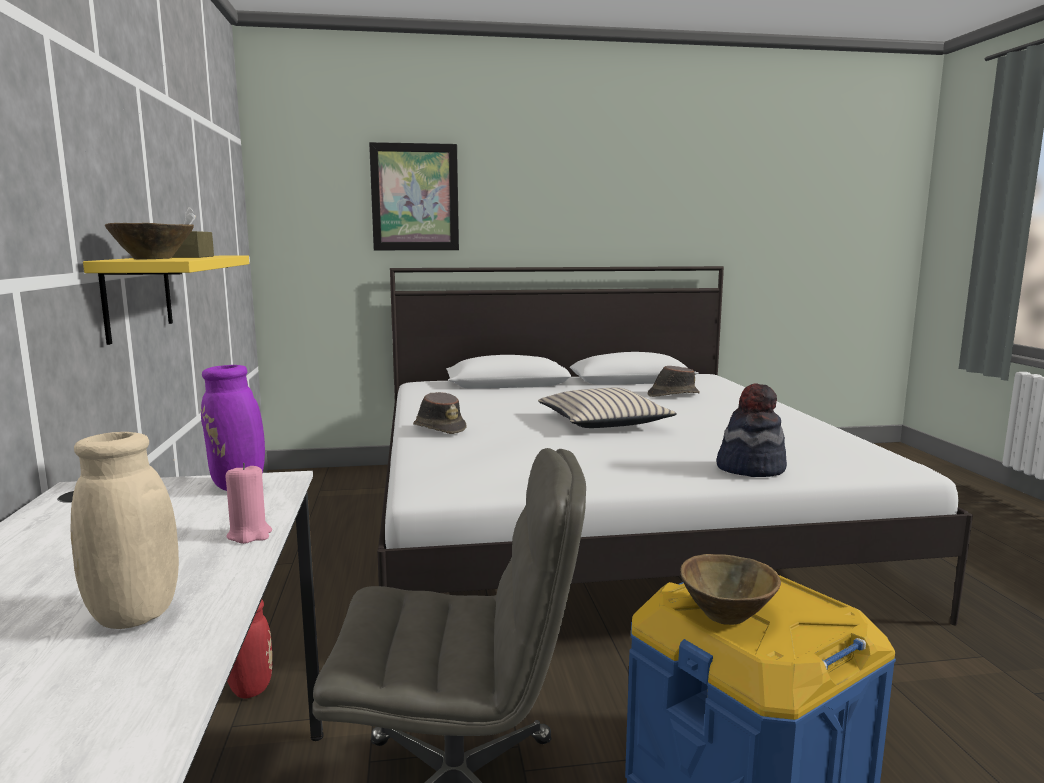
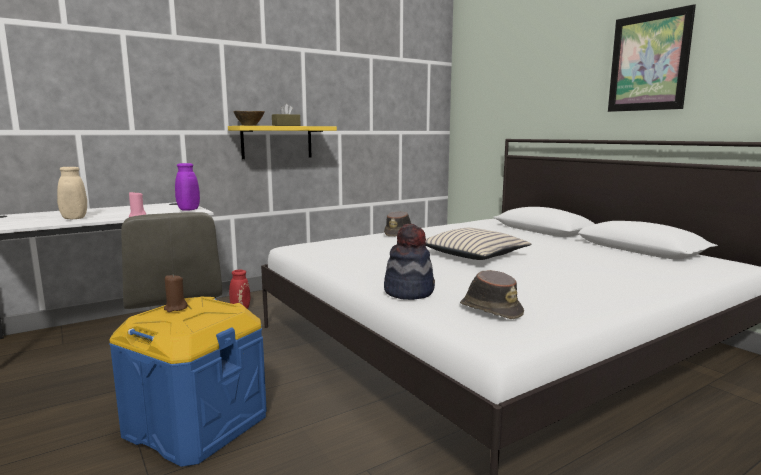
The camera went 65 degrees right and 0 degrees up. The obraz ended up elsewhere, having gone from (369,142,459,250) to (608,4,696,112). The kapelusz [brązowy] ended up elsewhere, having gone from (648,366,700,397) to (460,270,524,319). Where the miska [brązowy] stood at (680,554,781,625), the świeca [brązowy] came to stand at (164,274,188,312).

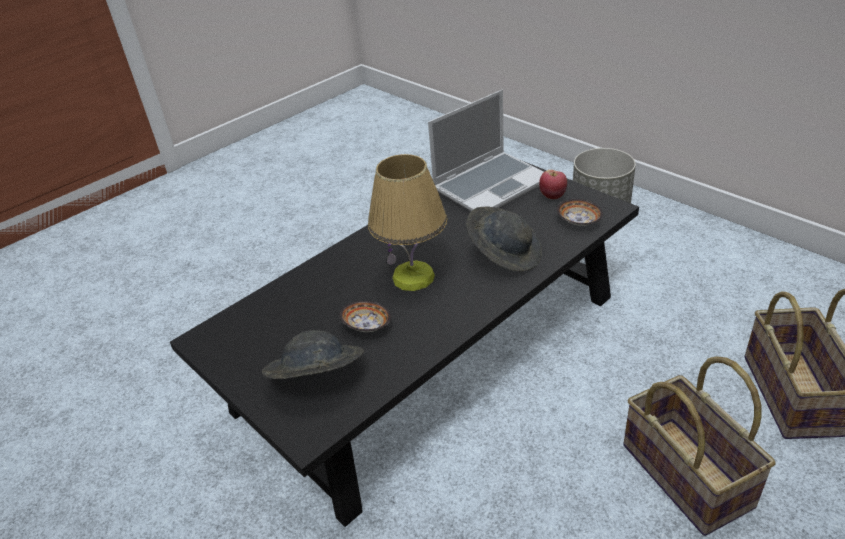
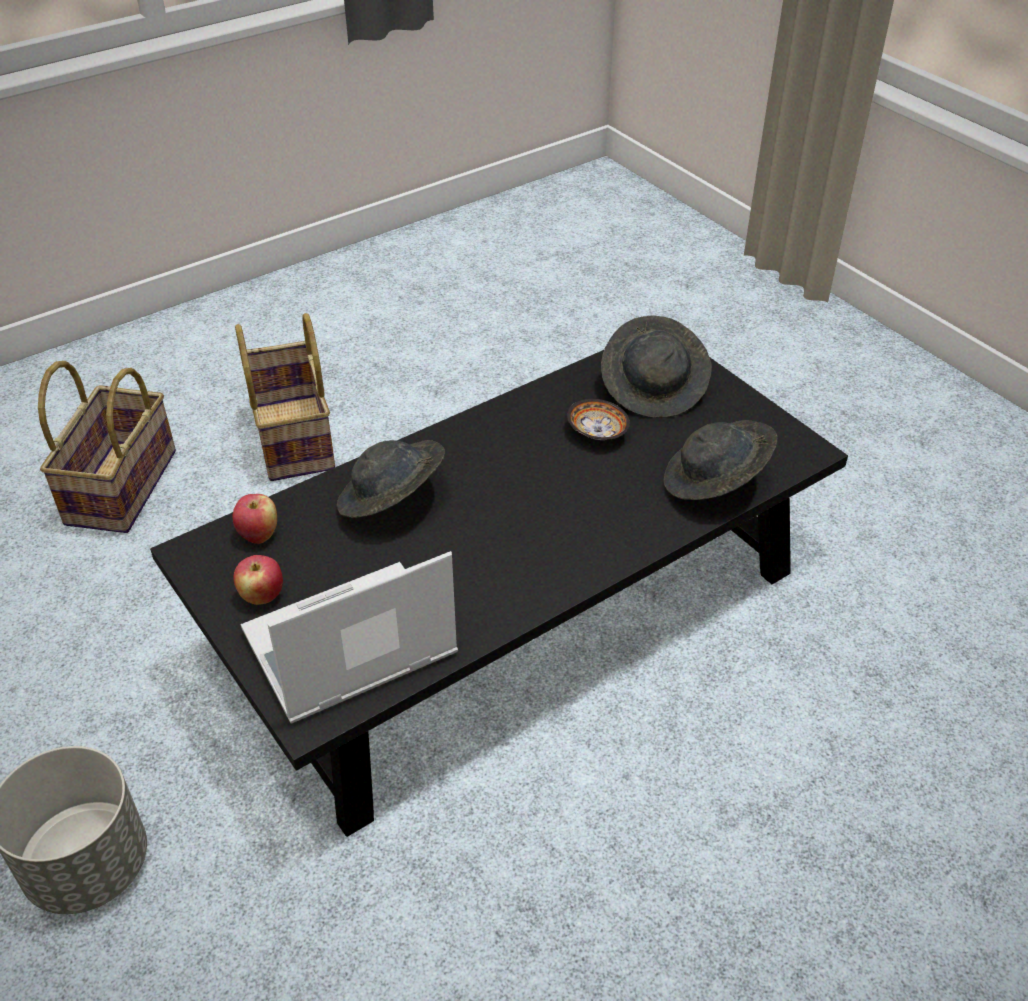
The camera went 175 degrees left and 5 degrees up. The second view lost the lampa stołowa at (368,154,447,291). Where the miska stood at (557,199,603,226), the jabłko came to stand at (232,494,277,544). The second view gained the kapelusz [szary] at (663,420,778,500).

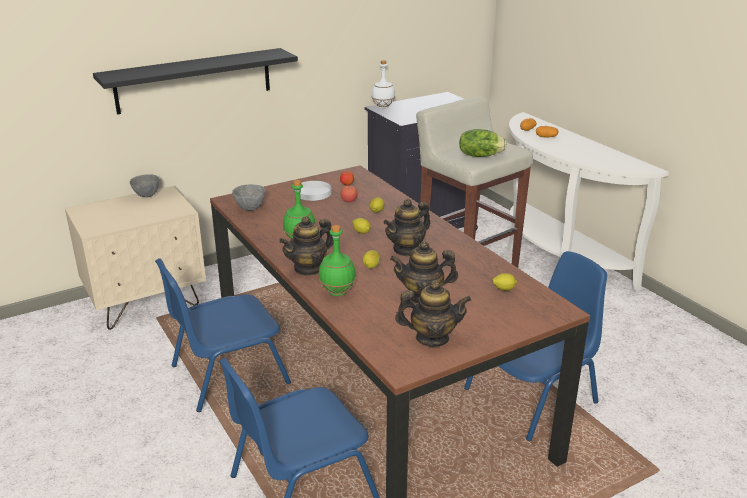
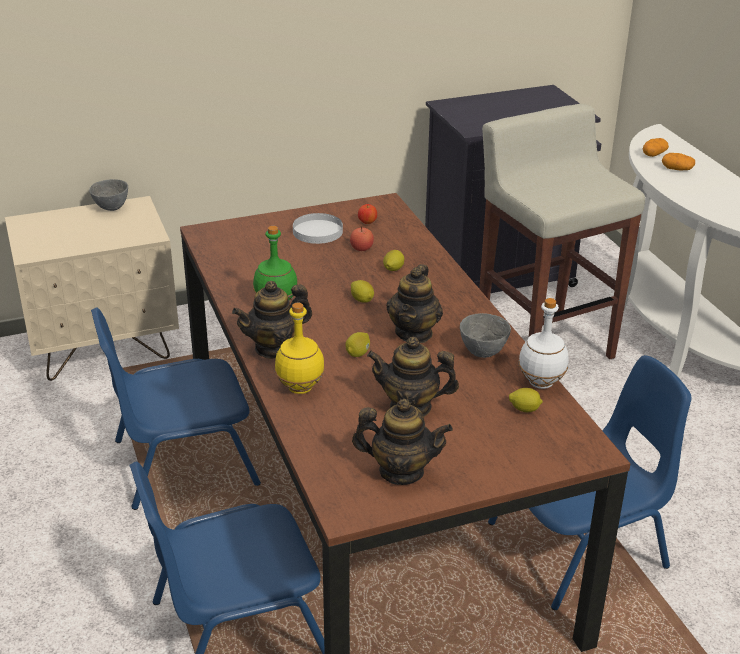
The camera went 10 degrees right and 5 degrees up. The second view lost the półka [czarny] at (93,48,298,114). The miska [szary] ended up elsewhere, having gone from (232,184,265,211) to (460,313,511,358). What was the butelka [zielony] at (318,225,356,296) turned into the butelka [żółty] at (275,303,325,394). The butelka [biały] ended up elsewhere, having gone from (371,60,395,109) to (518,298,569,389). The imbryk at (383,199,430,257) ended up facing another way, 45 degrees counterclockwise from before. The second view lost the sałata at (459,129,507,157).

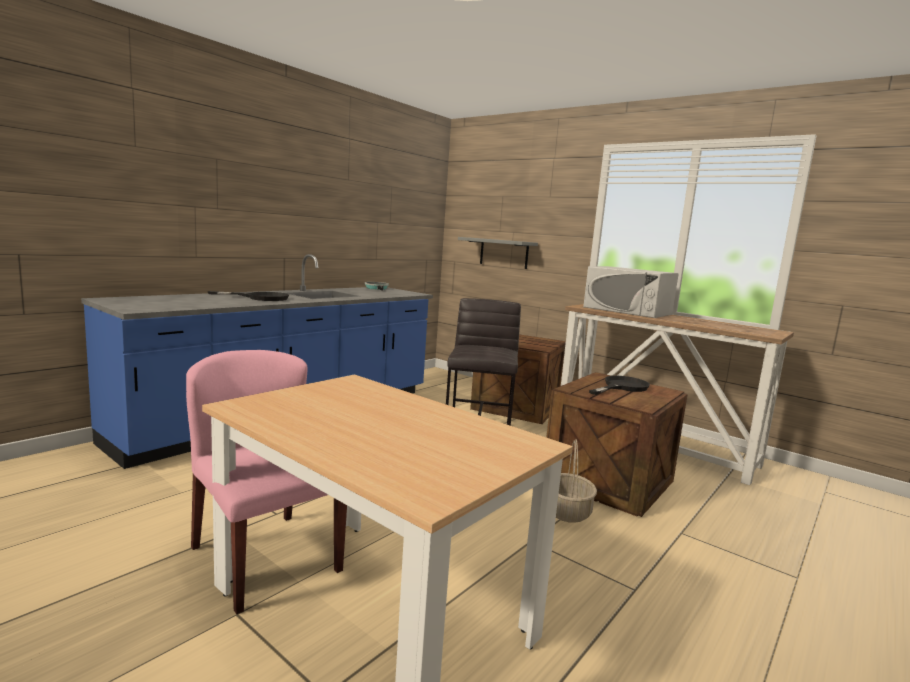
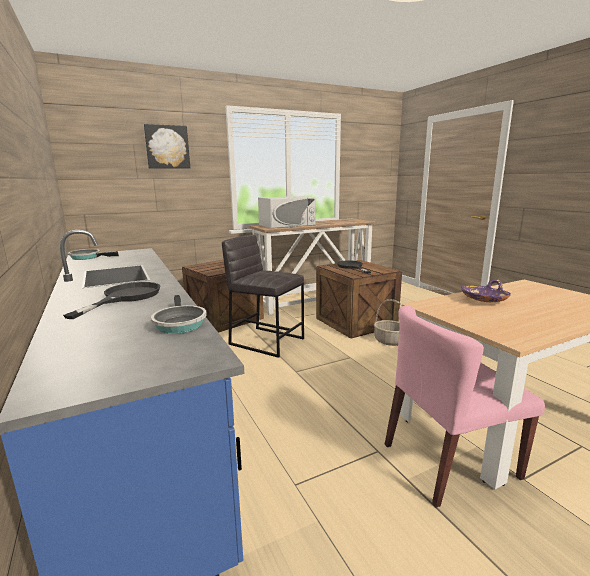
The camera went 65 degrees left and 5 degrees up. The second view lost the półka [szary] at (458,237,538,269). The second view gained the obraz at (144,124,190,168). The second view gained the patelnia at (151,295,206,334). The second view gained the miska [fioletowy] at (461,279,511,302).

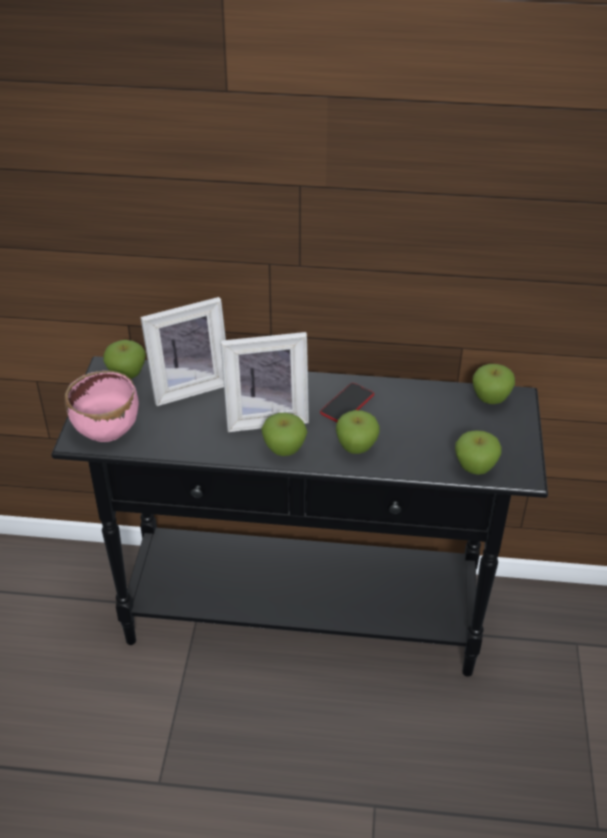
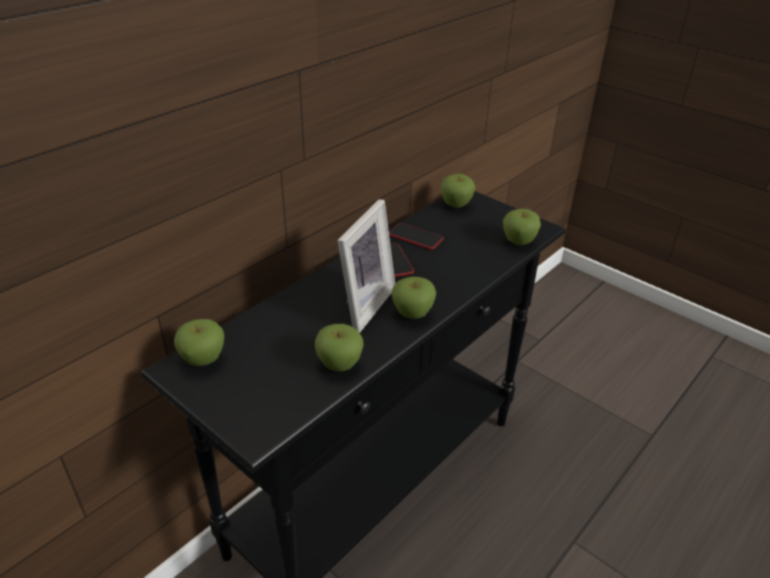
The camera went 55 degrees left and 5 degrees down. The second view lost the miska [różowy] at (65,370,139,442). The second view lost the ramka na zdjęcie at (140,297,226,406). The jabłko ended up elsewhere, having gone from (336,410,380,454) to (315,324,364,371). The second view gained the telefon at (389,223,444,250).

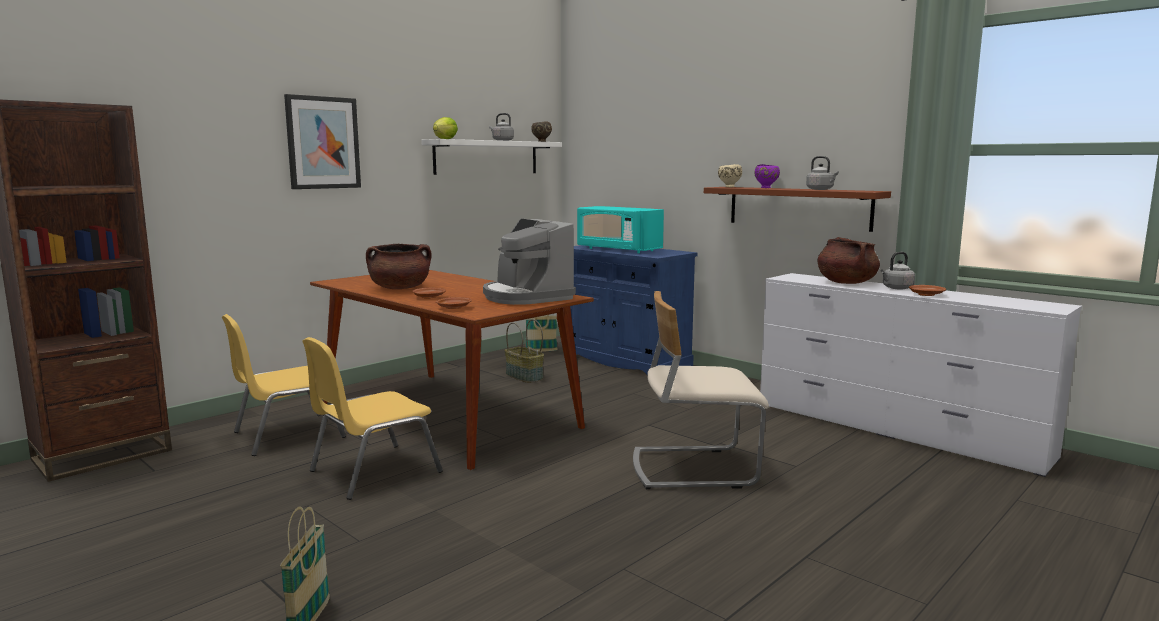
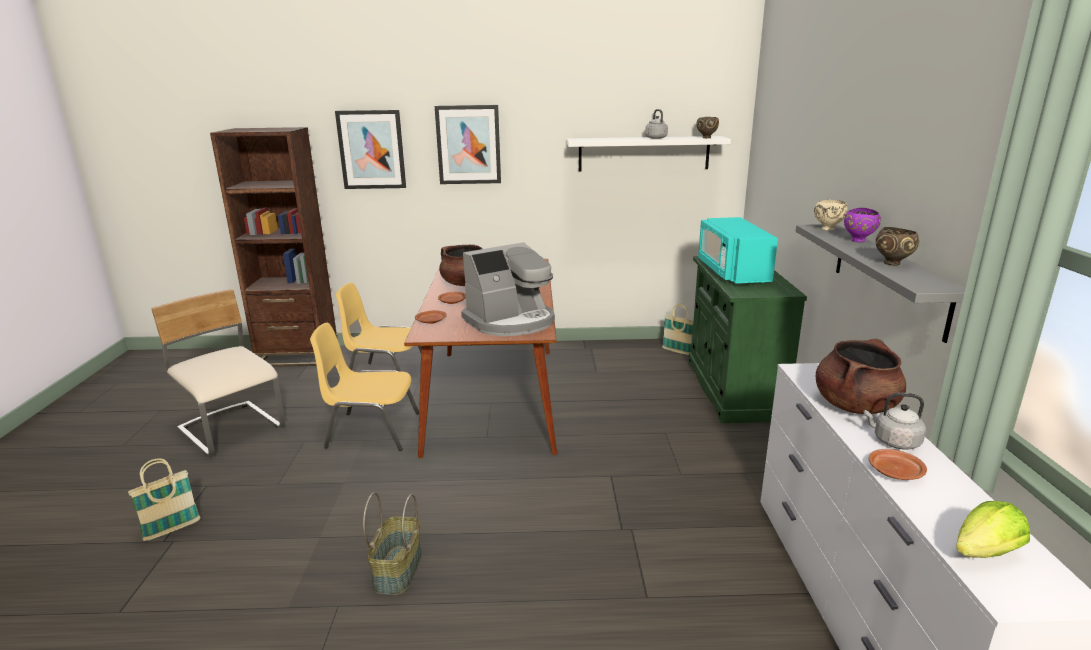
The camera went 45 degrees right and 10 degrees up. The sałata ended up elsewhere, having gone from (433,117,458,139) to (956,501,1030,558). The ekspres do kawy at (483,219,576,305) ended up facing another way, 135 degrees counterclockwise from before. The koszyk ended up elsewhere, having gone from (505,319,544,383) to (363,492,422,595). What was the szafka [niebieski] at (570,245,697,374) turned into the szafka [zielony] at (688,256,807,423). The krzesło [beżowy] ended up elsewhere, having gone from (633,291,769,489) to (151,289,285,456). What was the półka [brązowy] at (704,187,891,232) turned into the półka [szary] at (796,224,966,343). Where the czajnik [szary] stood at (806,156,839,190), the miska [brązowy] came to stand at (875,227,919,266). The second view gained the obraz at (335,110,406,189).

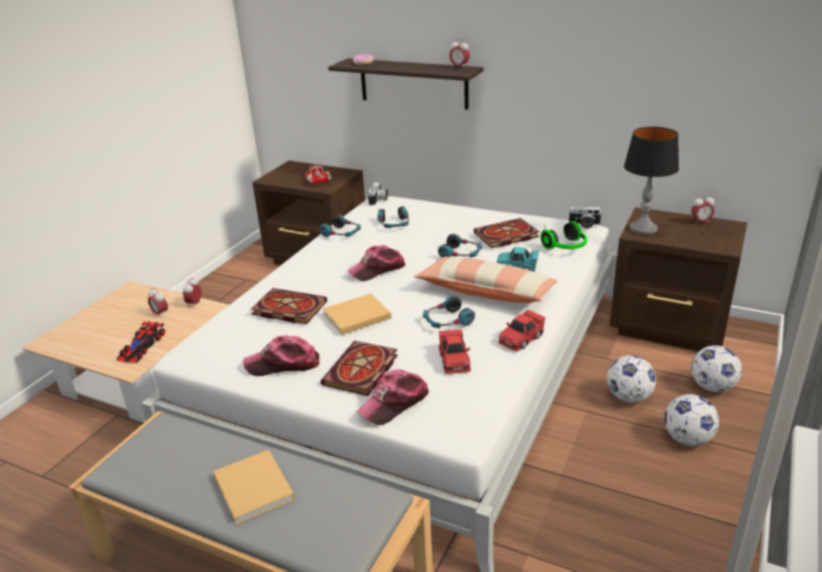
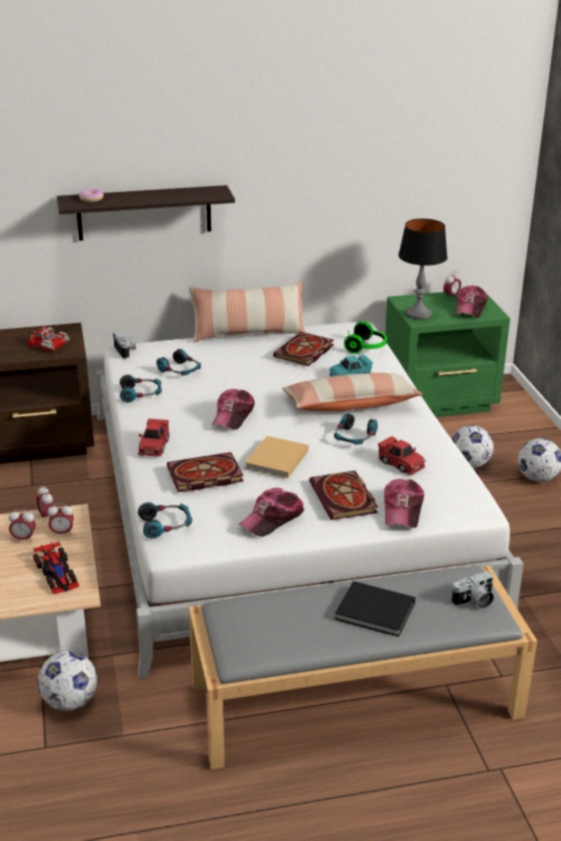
The camera went 40 degrees left and 0 degrees up. What was the książka [beżowy] at (213,450,295,524) turned into the książka [czarny] at (335,581,415,637). The słuchawki ended up elsewhere, having gone from (438,234,482,258) to (138,502,192,539). The budzik ended up elsewhere, having gone from (450,39,470,68) to (47,503,74,536). The samochodzik [czerwony] ended up elsewhere, having gone from (498,310,546,352) to (138,419,169,457). The aparat fotograficzny ended up elsewhere, having gone from (568,206,602,229) to (452,571,494,609). What was the szafka nocna [brązowy] at (610,207,747,351) turned into the szafka nocna [zielony] at (385,289,510,417). The piłka futbolowa ended up elsewhere, having gone from (691,345,742,392) to (37,651,97,711). The second view gained the poduszka at (189,281,306,343). The second view gained the czapka z daszkiem at (456,285,488,318).

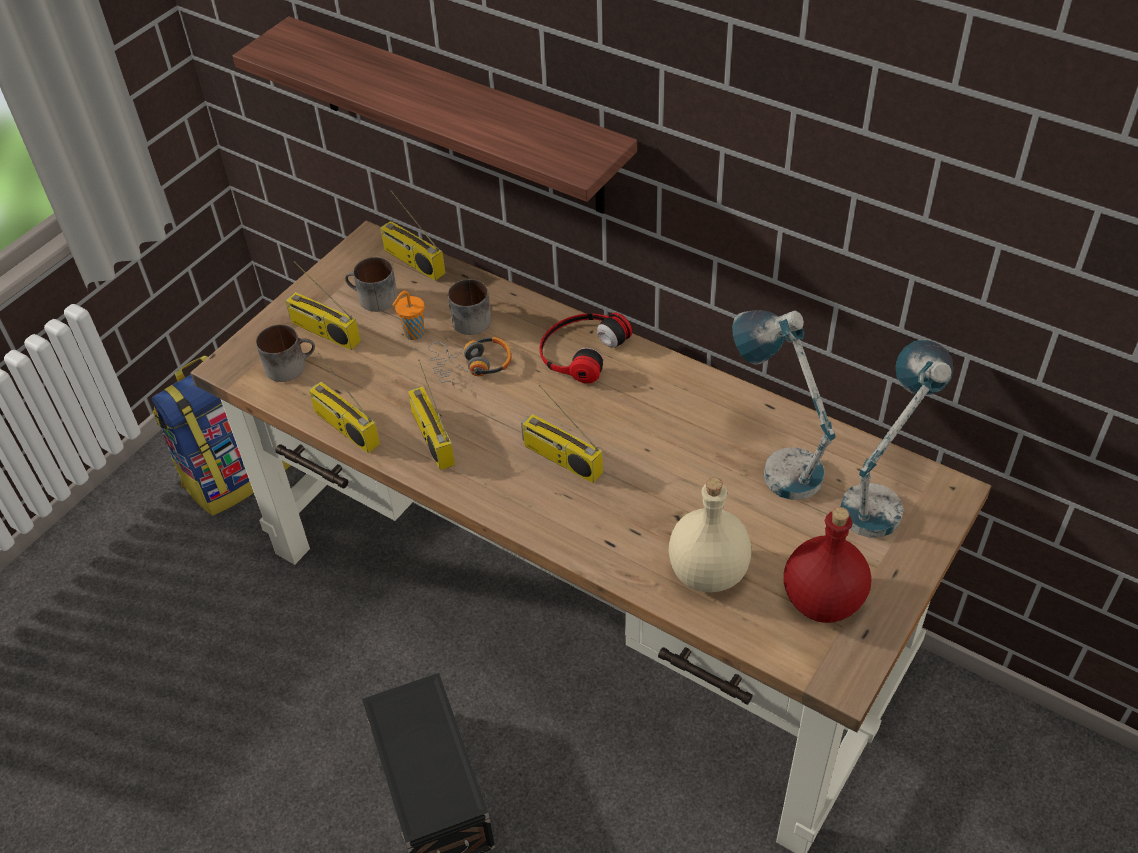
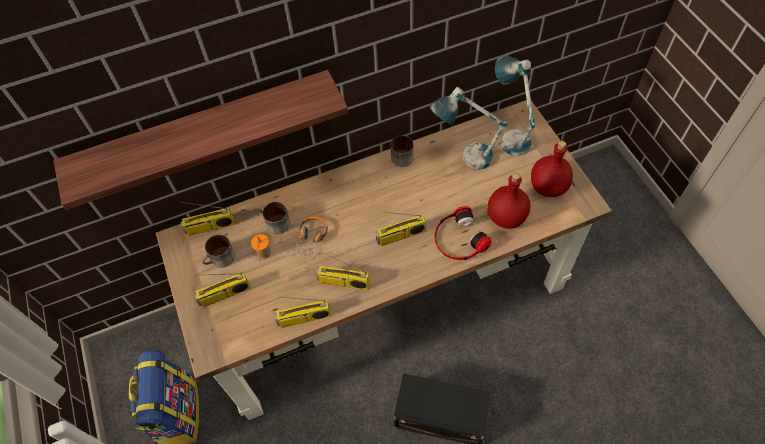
The camera went 55 degrees left and 10 degrees up. The kubek ended up elsewhere, having gone from (256,325,315,382) to (390,135,414,167). The słuchawki ended up elsewhere, having gone from (540,313,632,383) to (435,206,492,260). What was the butelka [beżowy] at (669,478,751,592) turned into the butelka [czerwony] at (487,173,530,229).

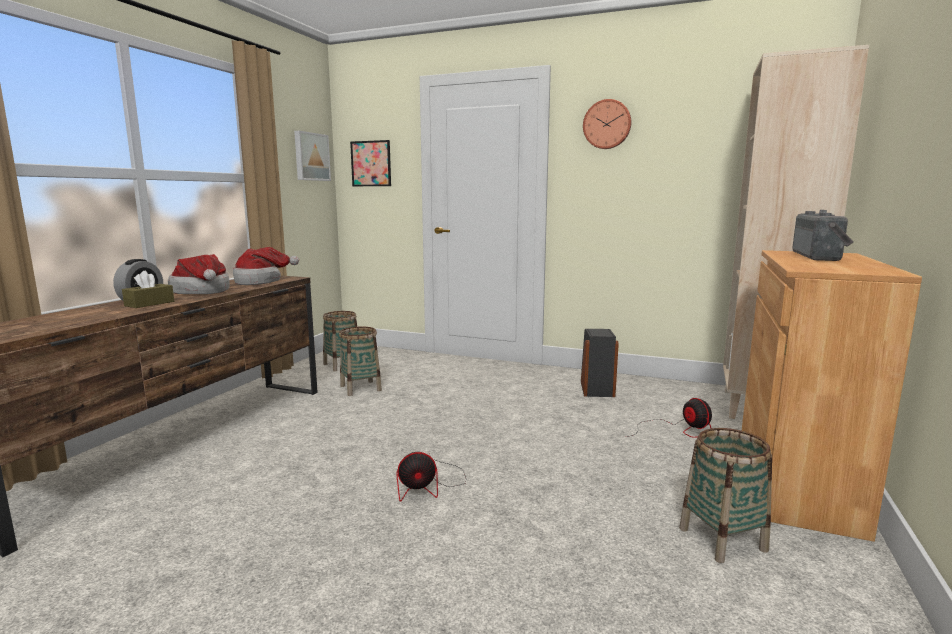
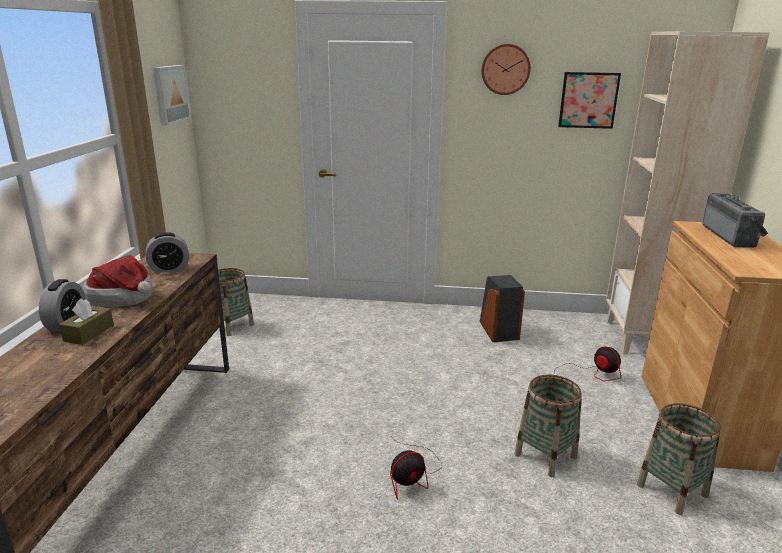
The camera went 15 degrees left and 10 degrees up. Where the kapelusz stood at (233,247,299,285), the budzik came to stand at (146,232,189,273). The koszyk ended up elsewhere, having gone from (339,326,382,396) to (515,375,582,477). The obraz ended up elsewhere, having gone from (350,140,391,186) to (558,72,621,129).

